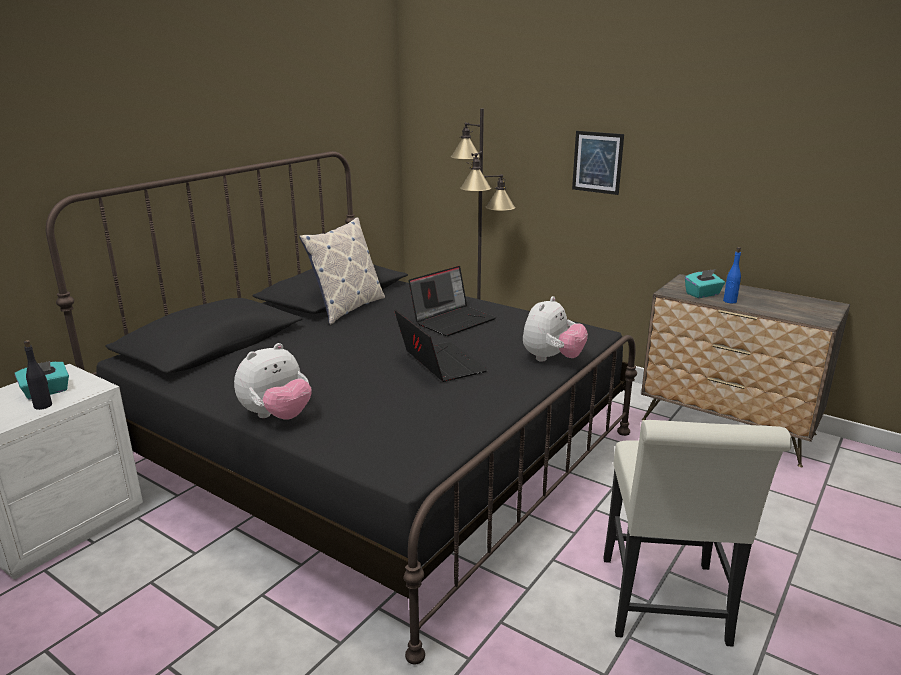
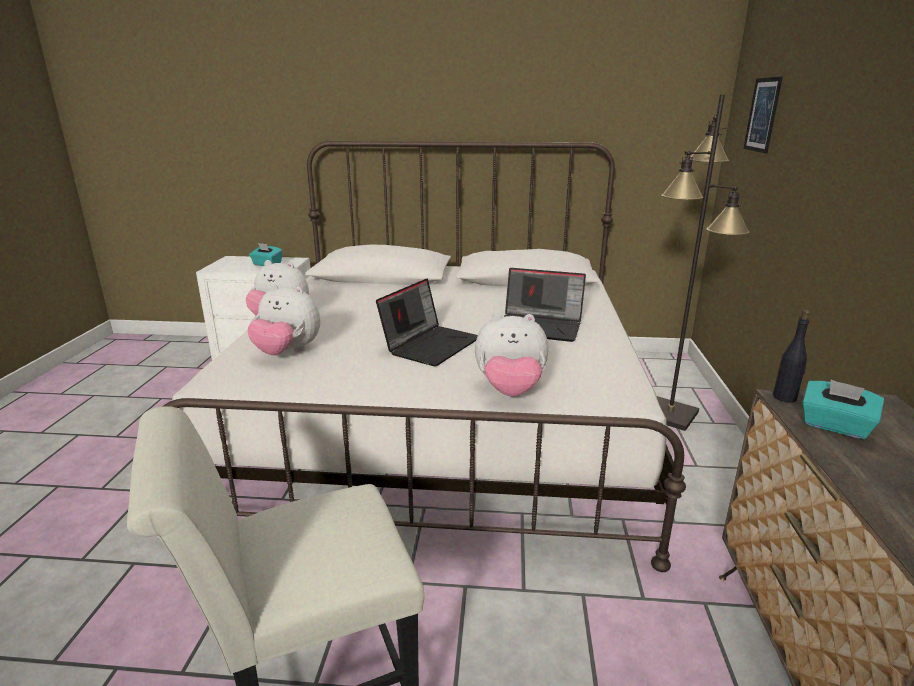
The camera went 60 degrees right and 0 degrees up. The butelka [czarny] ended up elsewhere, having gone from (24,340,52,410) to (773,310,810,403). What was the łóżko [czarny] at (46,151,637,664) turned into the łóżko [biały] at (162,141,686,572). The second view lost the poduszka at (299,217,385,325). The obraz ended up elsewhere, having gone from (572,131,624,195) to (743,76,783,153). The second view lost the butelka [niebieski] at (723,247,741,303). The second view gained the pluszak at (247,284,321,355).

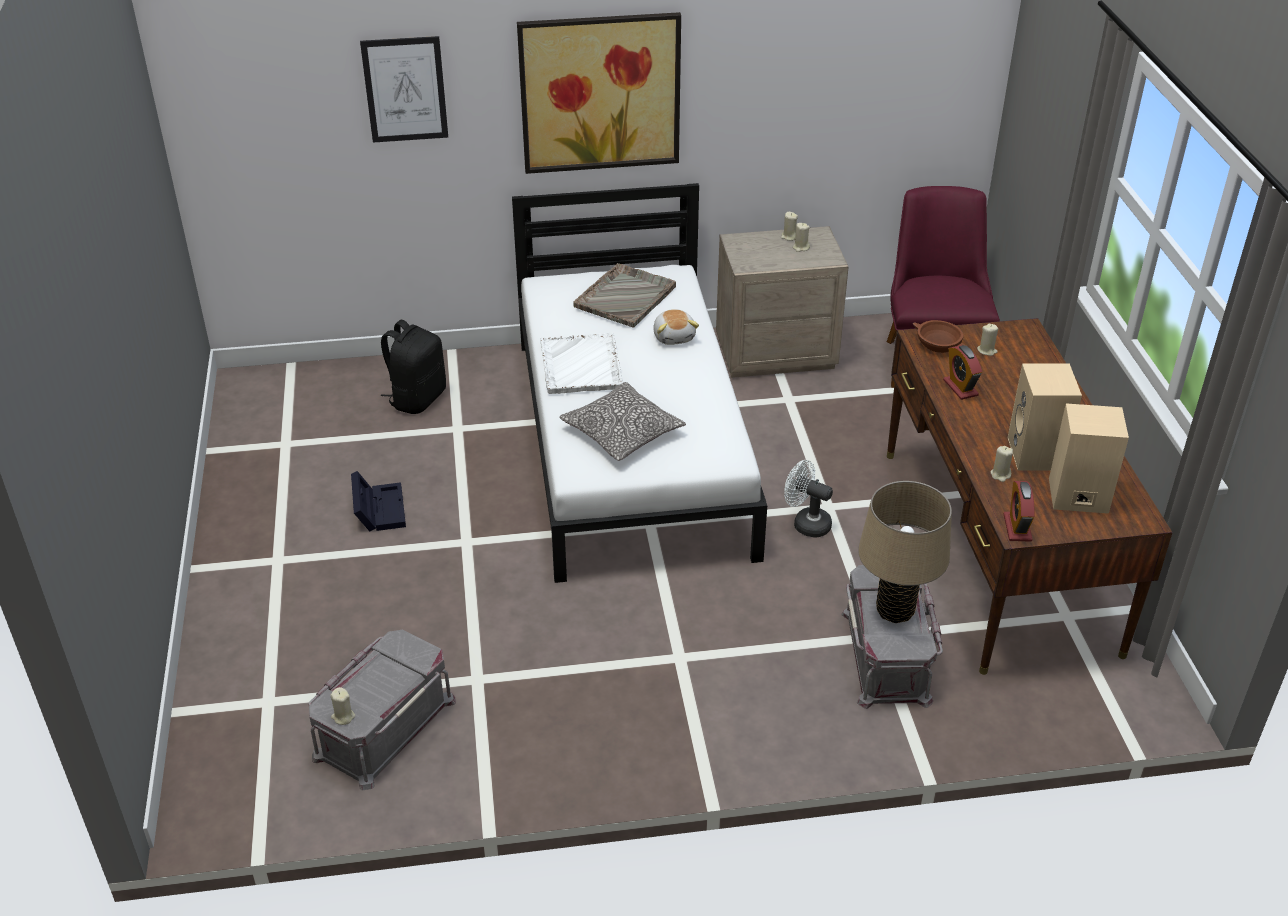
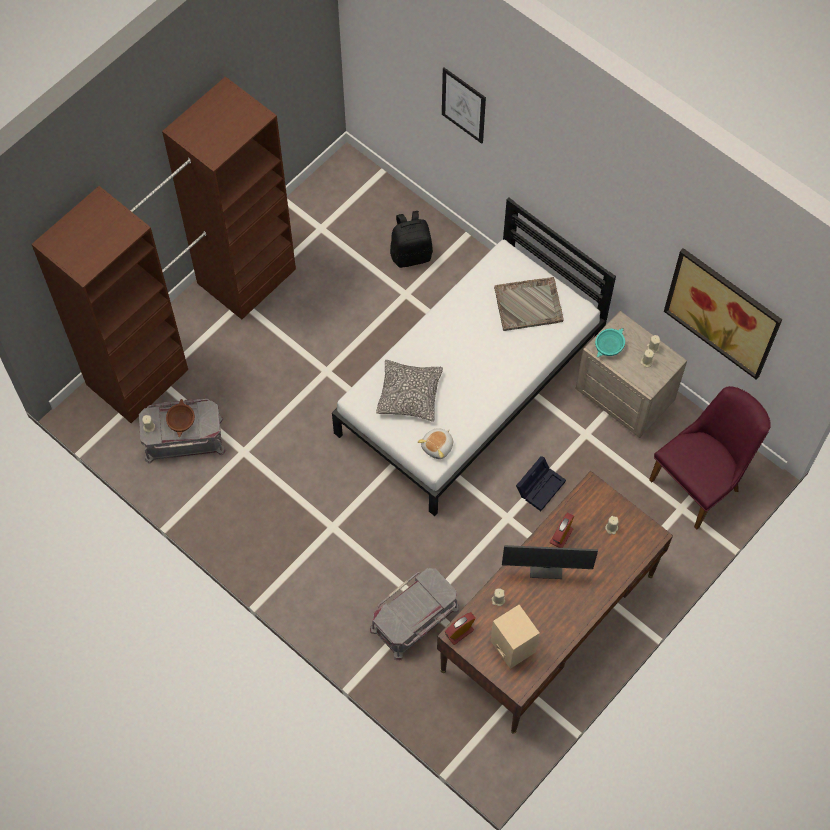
The camera went 50 degrees right and 25 degrees up. The pojemnik do przechowywania [czarny] ended up elsewhere, having gone from (351,471,406,532) to (516,456,566,511). The obraz ended up elsewhere, having gone from (517,12,681,174) to (664,248,782,380). The second view lost the taca [biały] at (540,333,623,394). The pluszak ended up elsewhere, having gone from (653,309,699,345) to (418,428,453,459). The second view lost the wentylator [biały] at (784,460,833,538). The second view lost the lampa stołowa [beżowy] at (858,481,952,623). The miska [brązowy] ended up elsewhere, having gone from (913,320,966,353) to (166,399,195,437). The second view lost the głośnik [beżowy] at (1008,363,1082,470). The second view gained the szafa [brązowy] at (31,76,296,423). The second view gained the monitor at (502,545,598,579). The second view gained the miska [turkusowy] at (595,328,625,357).

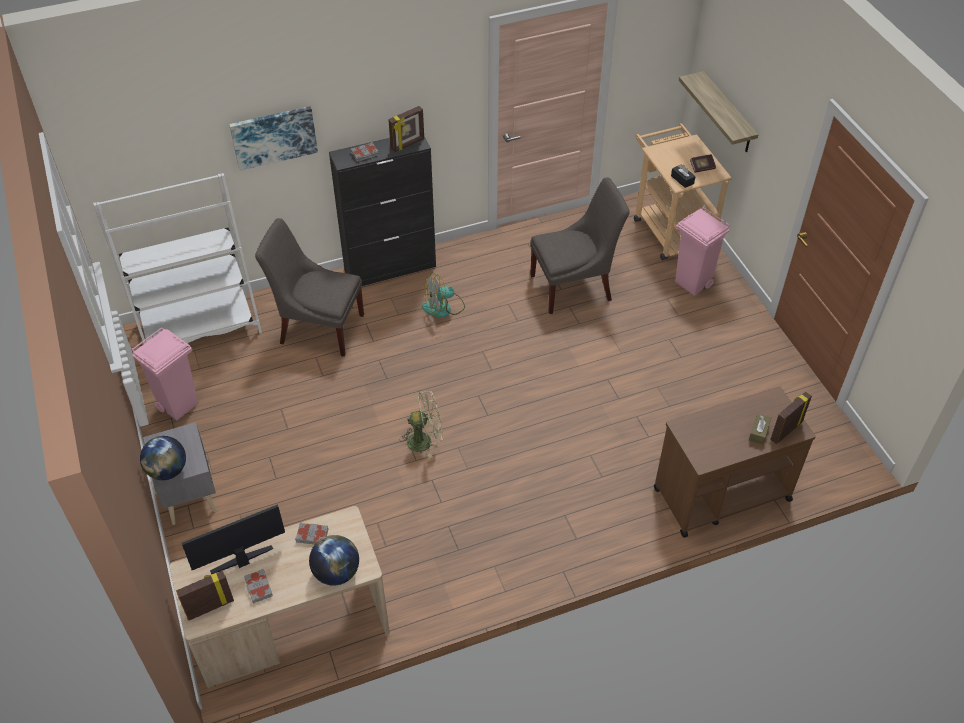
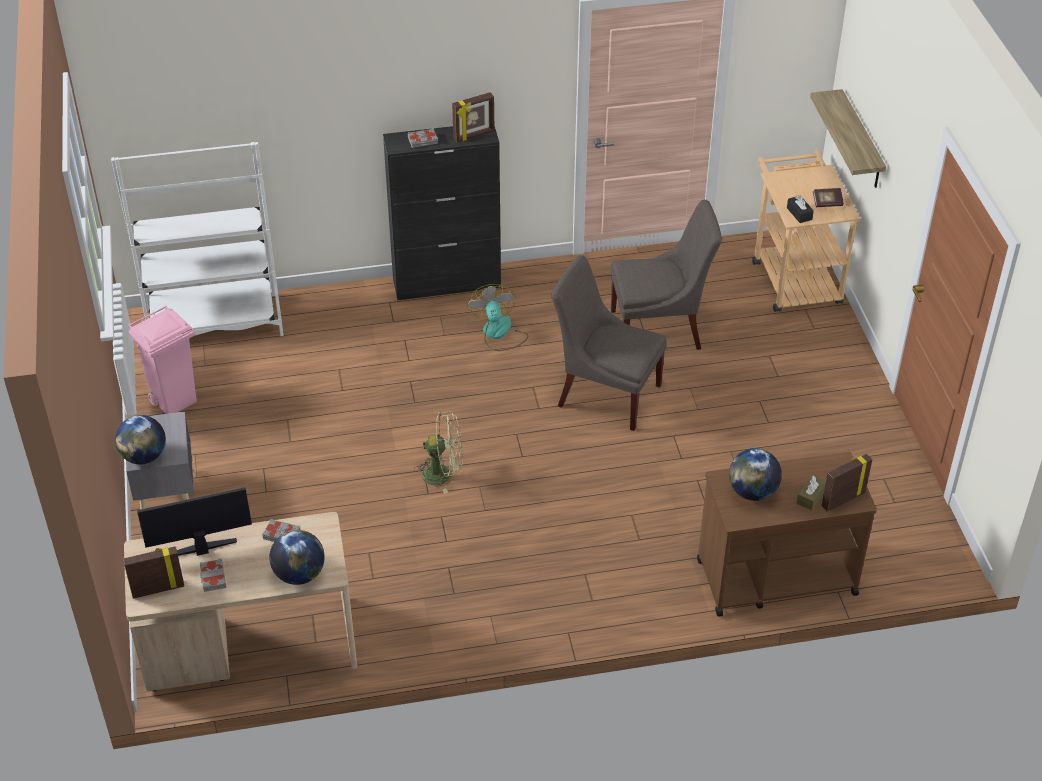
The camera went 10 degrees right and 5 degrees down. The second view lost the obraz at (229,106,318,171). The krzesło [szary] ended up elsewhere, having gone from (255,218,364,357) to (551,255,667,431). The wentylator at (422,273,465,318) ended up facing another way, 90 degrees clockwise from before. The second view lost the kosz na śmieci [różowy] at (675,207,730,296). The second view gained the globus at (729,448,782,501).

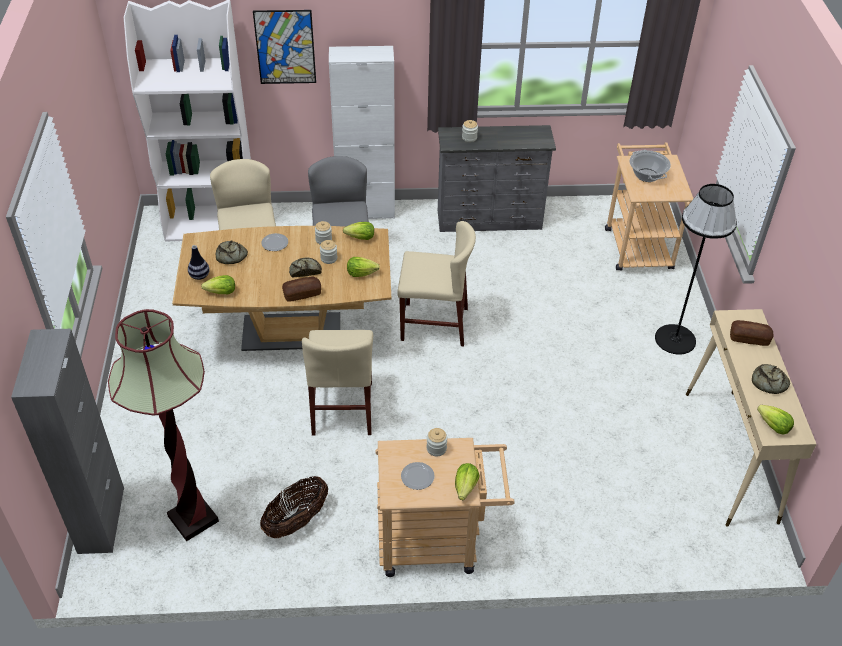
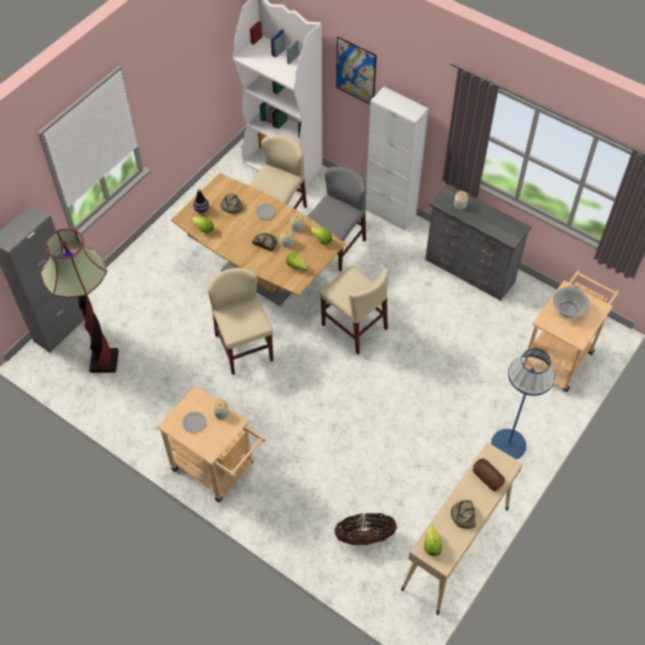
The camera went 40 degrees right and 10 degrees up. The koszyk ended up elsewhere, having gone from (260,476,328,538) to (334,513,397,545). The second view lost the chleb at (282,277,321,302). The krzesło [beżowy] at (302,330,373,436) ended up facing another way, 120 degrees clockwise from before. The second view lost the sałata at (455,463,480,500). What was the lampa stojąca [czarny] at (655,184,737,354) turned into the lampa stojąca [niebieski] at (491,348,555,459).

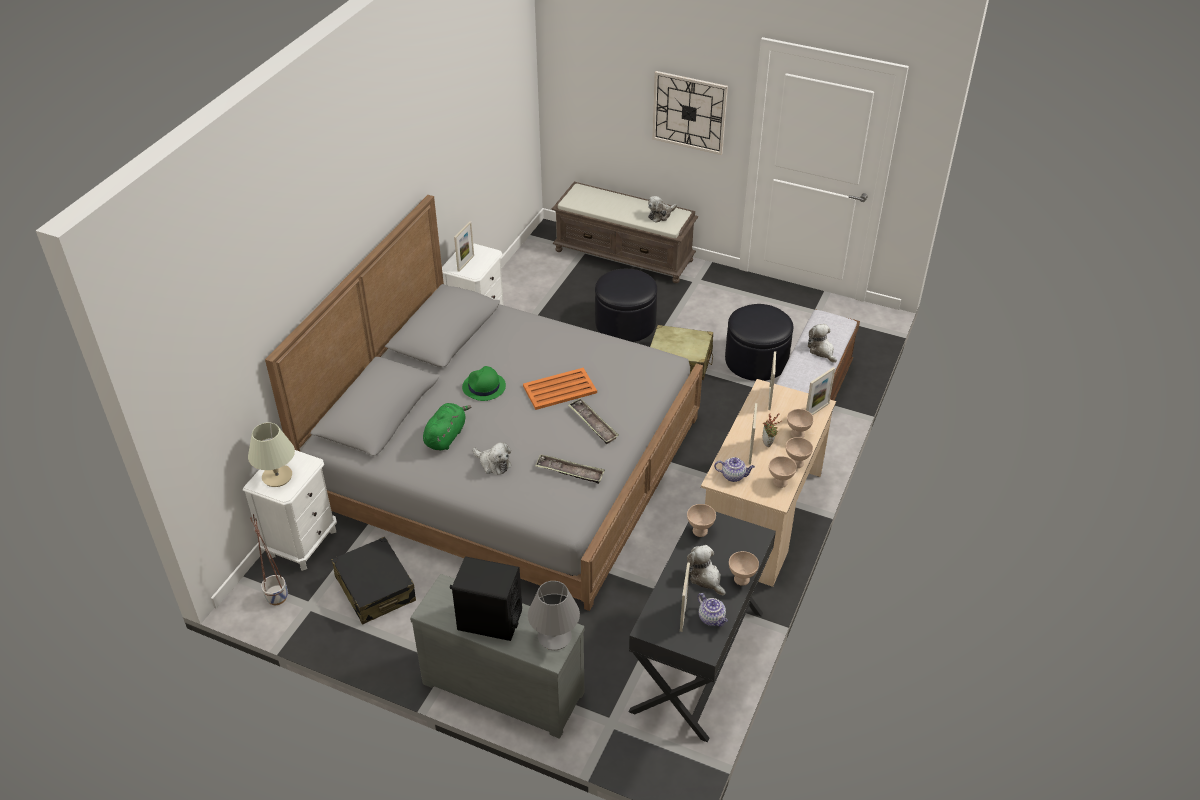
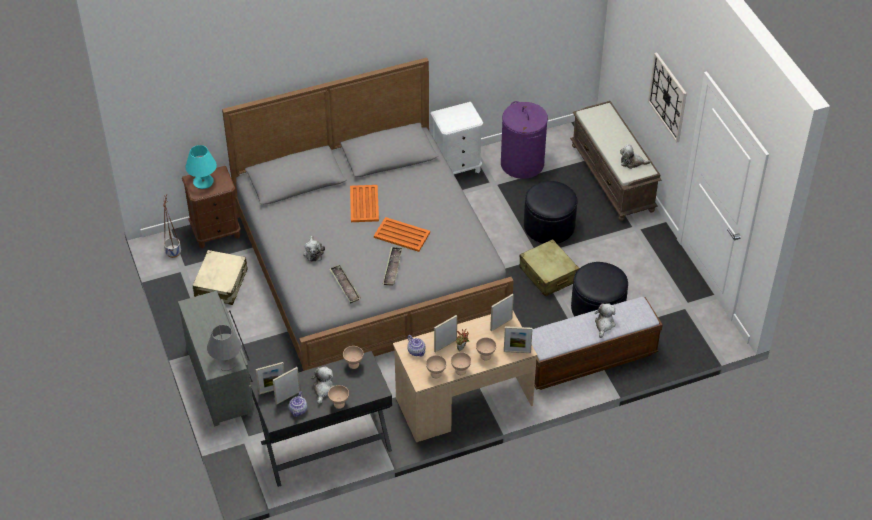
The camera went 45 degrees right and 5 degrees up. What was the szafka nocna [biały] at (243,450,337,571) turned into the szafka nocna [brązowy] at (182,166,241,248). What was the lampa stołowa [beżowy] at (248,422,295,487) turned into the lampa stołowa [turkusowy] at (186,145,217,189). What was the walizka [czarny] at (331,537,416,625) turned into the walizka [beżowy] at (193,250,248,305). The second view lost the pluszak [zielony] at (423,403,472,451). The second view lost the głośnik [czarny] at (450,556,522,641). The ramka na zdjęcie ended up elsewhere, having gone from (454,221,474,272) to (256,362,285,395). Where the kapelusz [zielony] stood at (462,366,506,401), the taca [pomarańczowy] came to stand at (350,185,379,222). The second view gained the kosz na pranie [fioletowy] at (501,101,548,179).

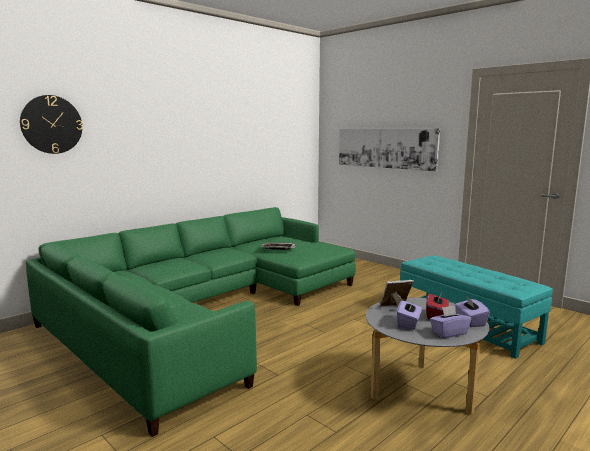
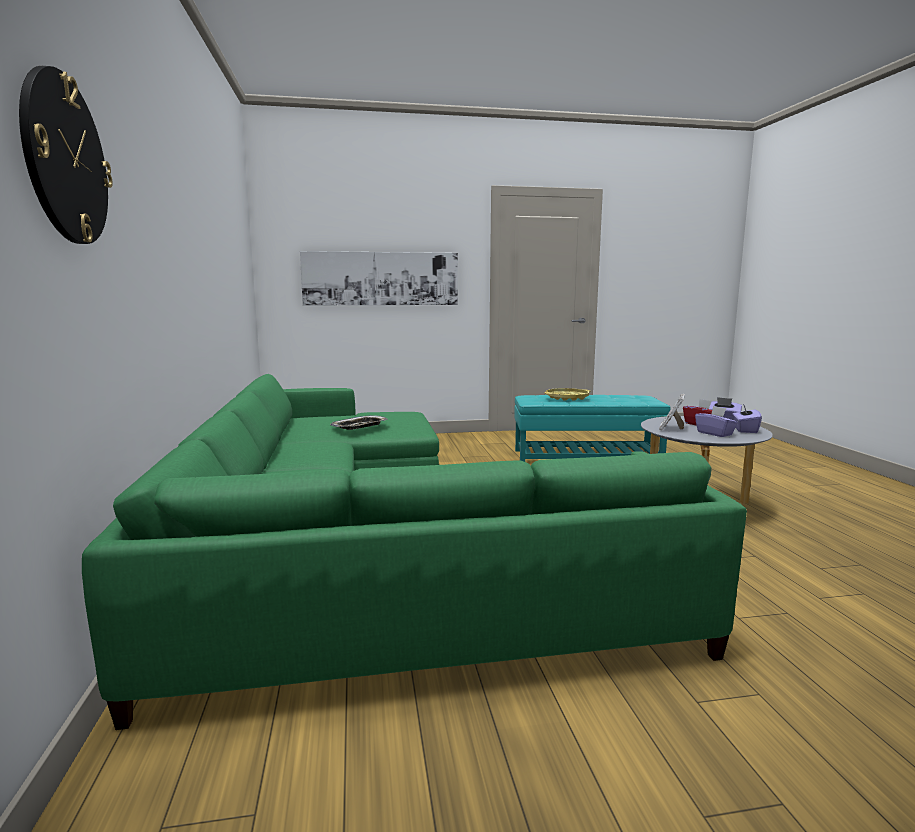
The camera went 55 degrees left and 0 degrees up. The second view gained the taca [żółty] at (544,388,590,401).

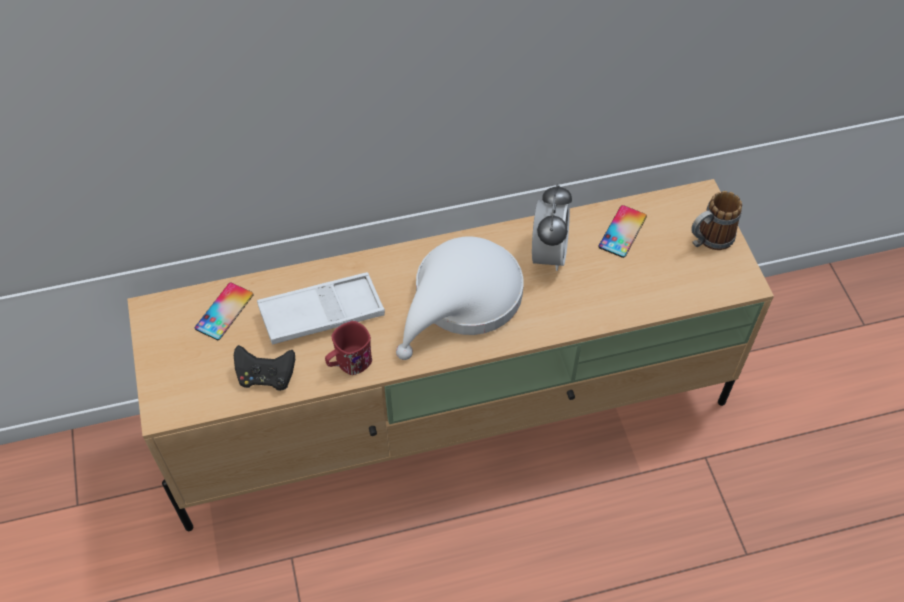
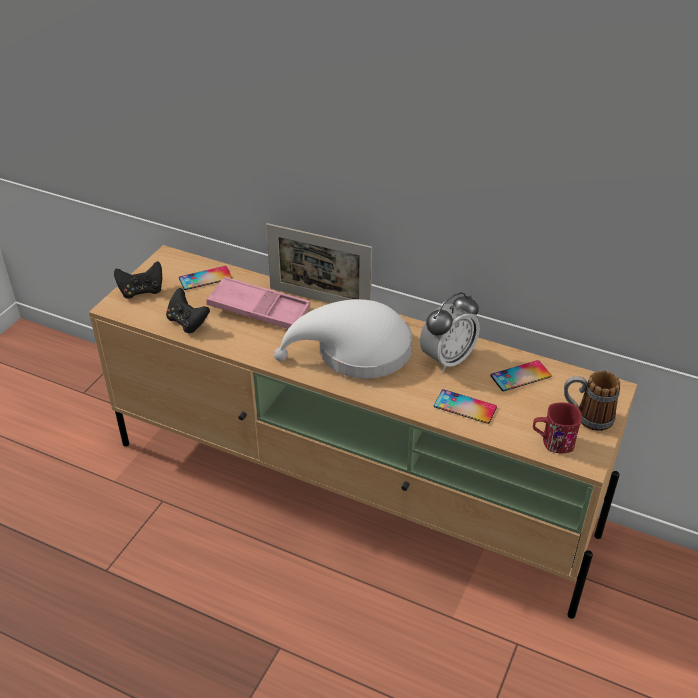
The camera went 40 degrees right and 15 degrees down. What was the taca [biały] at (257,272,385,345) turned into the taca [różowy] at (206,276,310,329). The kubek [czerwony] ended up elsewhere, having gone from (325,321,372,375) to (533,402,582,453). The second view gained the pad do gier [czarny] at (114,261,162,299). The second view gained the ramka na zdjęcie at (266,223,372,303). The second view gained the telefon at (434,389,497,424).

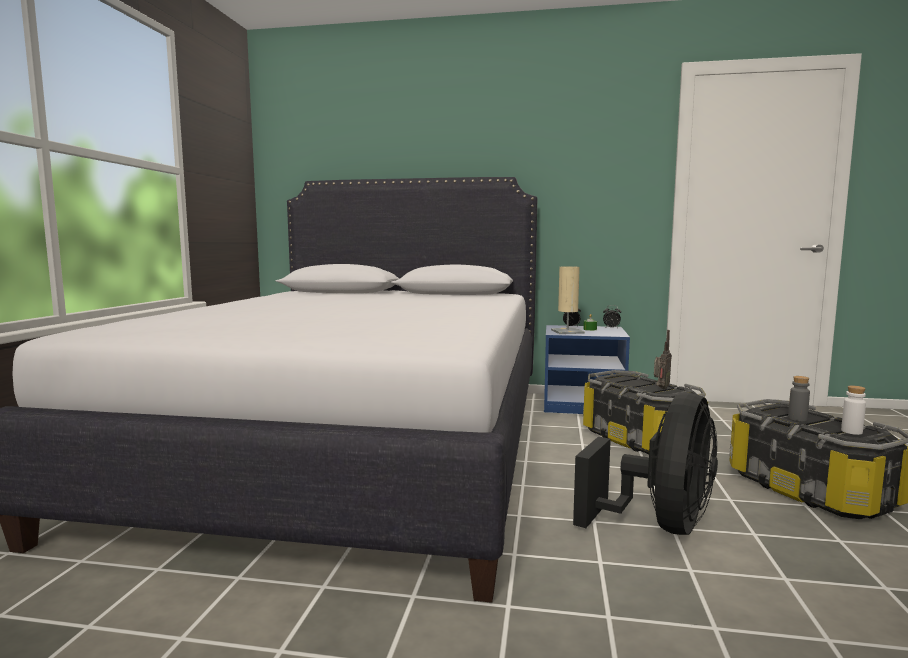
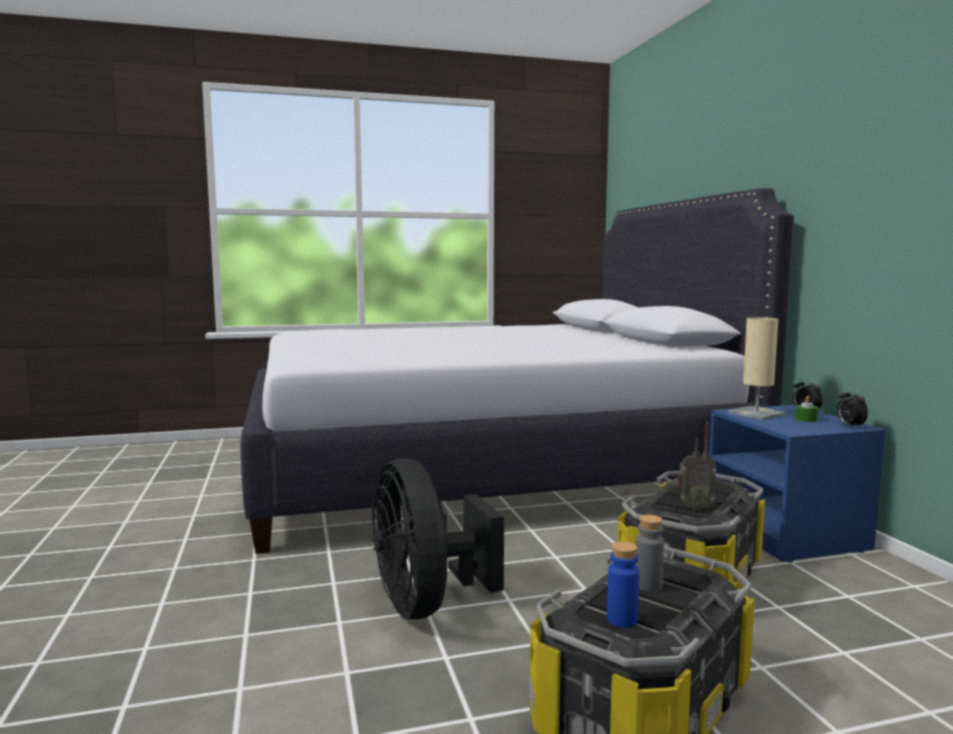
The camera went 65 degrees right and 0 degrees up. The wentylator [czarny] at (573,393,718,535) ended up facing another way, 60 degrees clockwise from before. What was the butelka [biały] at (841,386,866,435) turned into the butelka [niebieski] at (607,541,640,628).

